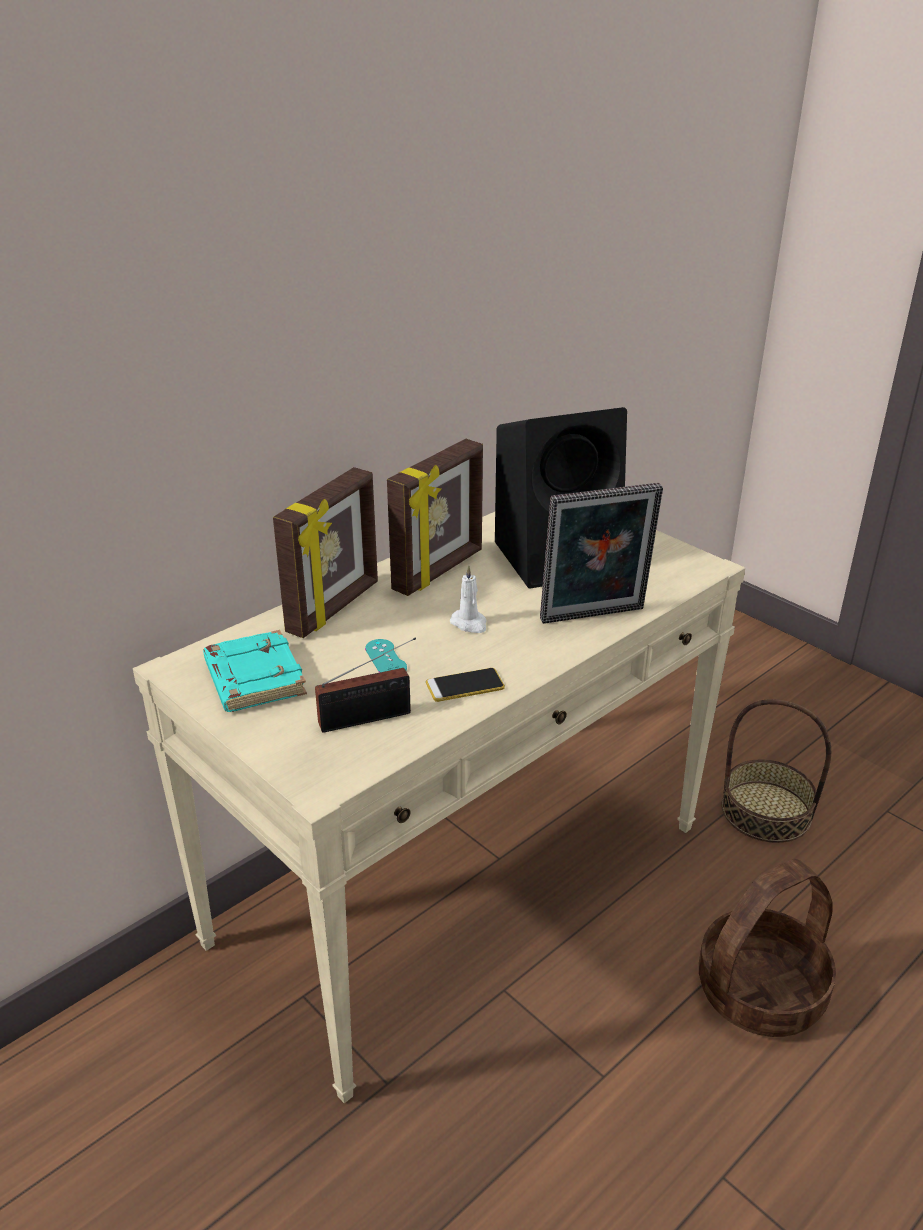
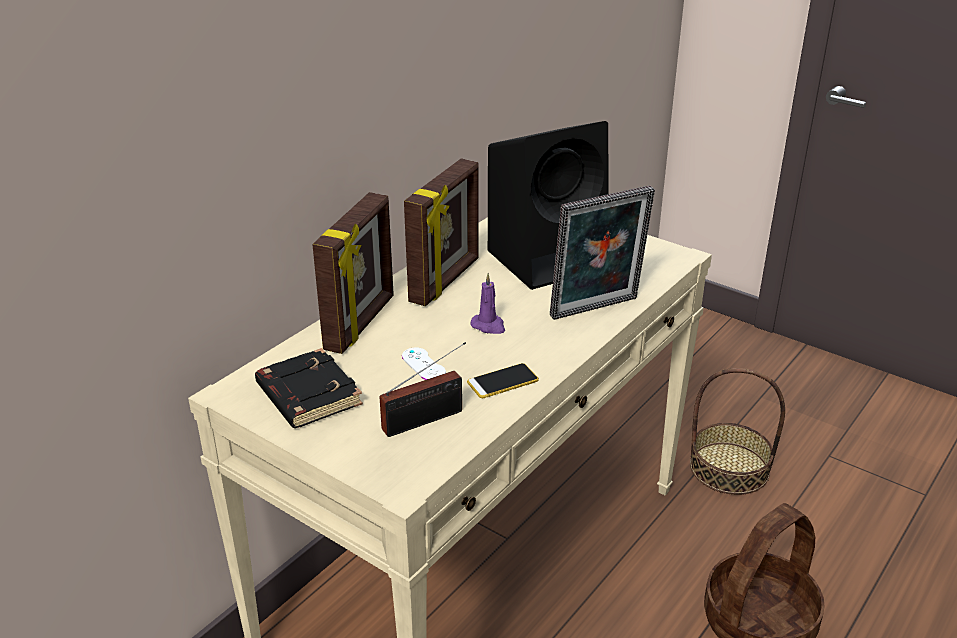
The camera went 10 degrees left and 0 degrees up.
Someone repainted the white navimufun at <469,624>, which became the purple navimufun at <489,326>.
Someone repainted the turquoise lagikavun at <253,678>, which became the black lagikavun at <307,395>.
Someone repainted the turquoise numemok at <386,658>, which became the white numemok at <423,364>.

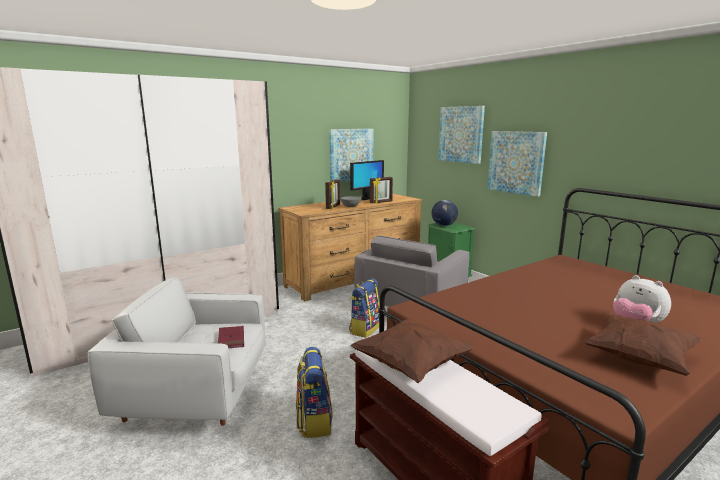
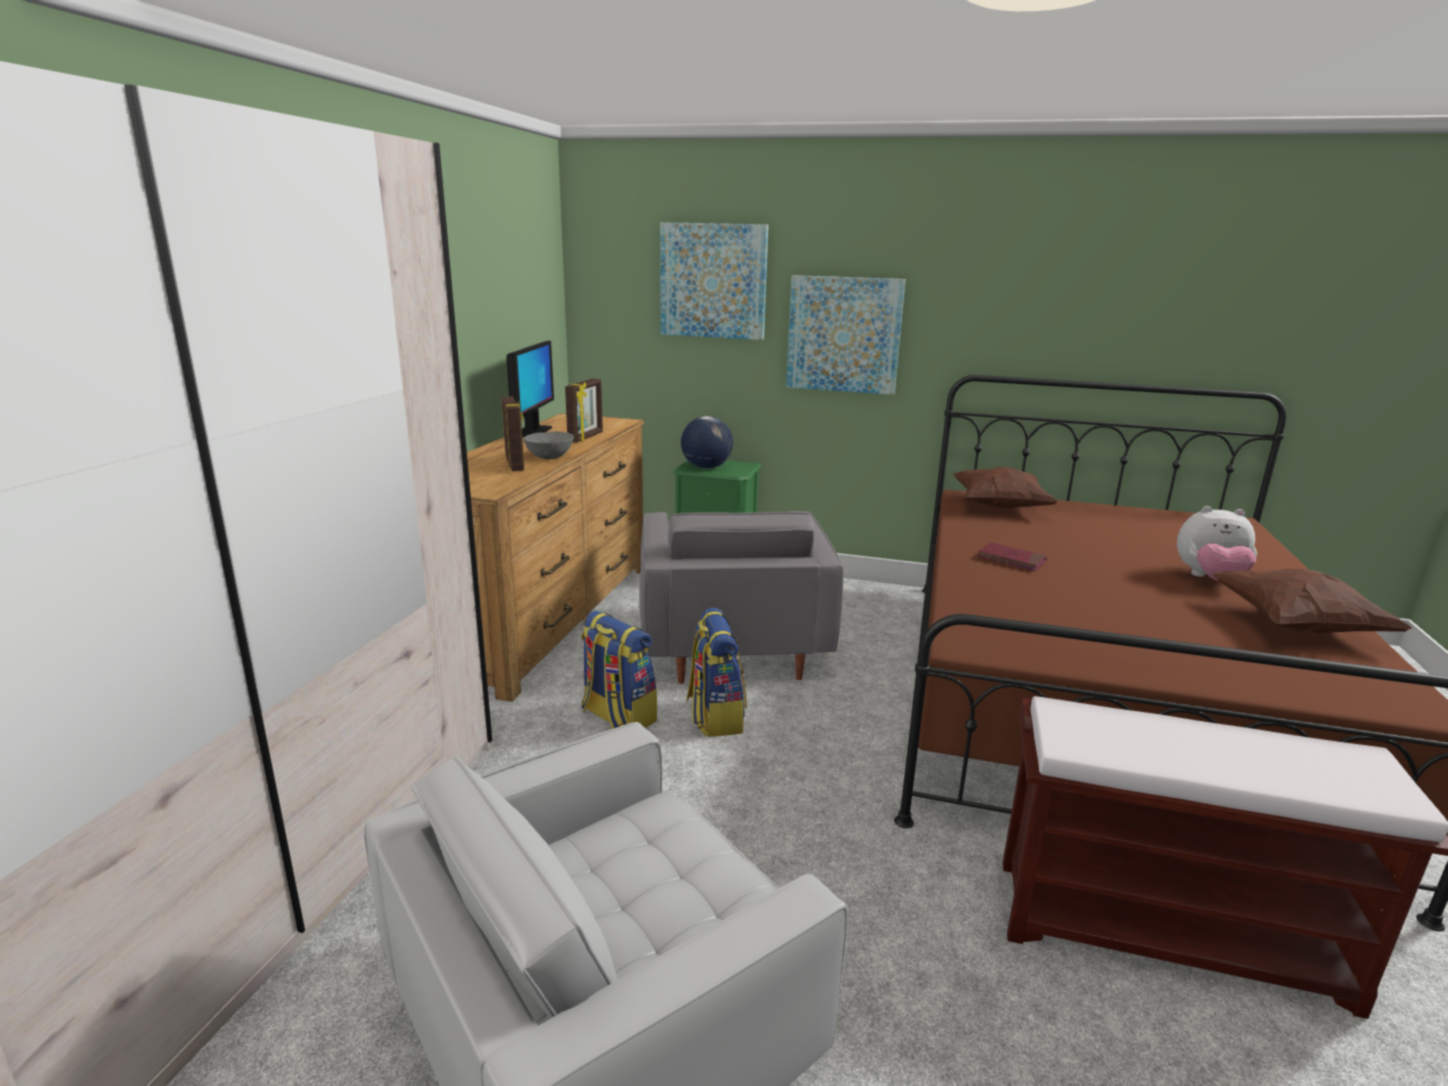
The camera went 40 degrees left and 5 degrees up.
Someone took away the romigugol at <351,155>.
Someone carried the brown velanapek from <411,365> to <999,506>.
Someone carried the red lagikavun from <231,339> to <1011,560>.
Someone carried the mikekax from <314,421> to <617,717>.

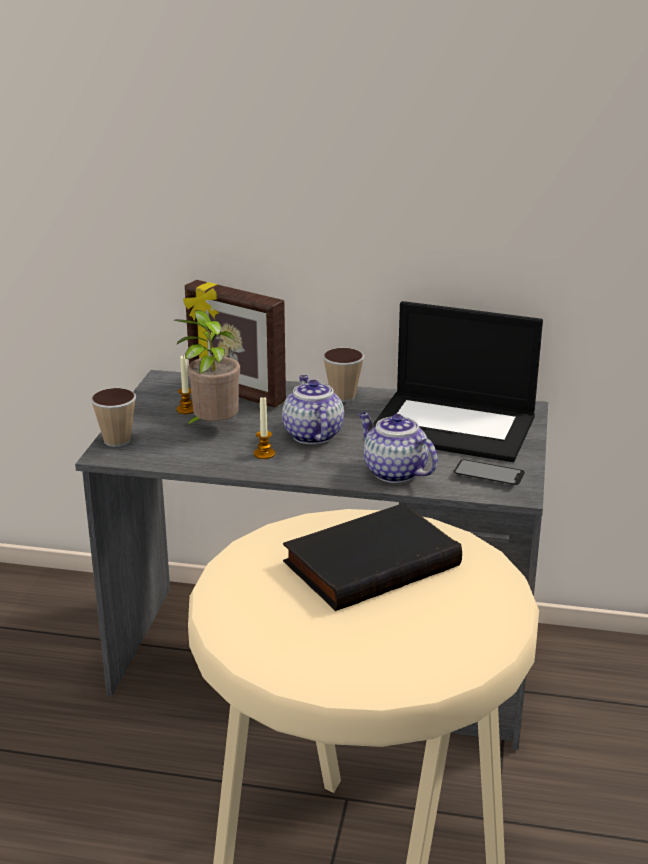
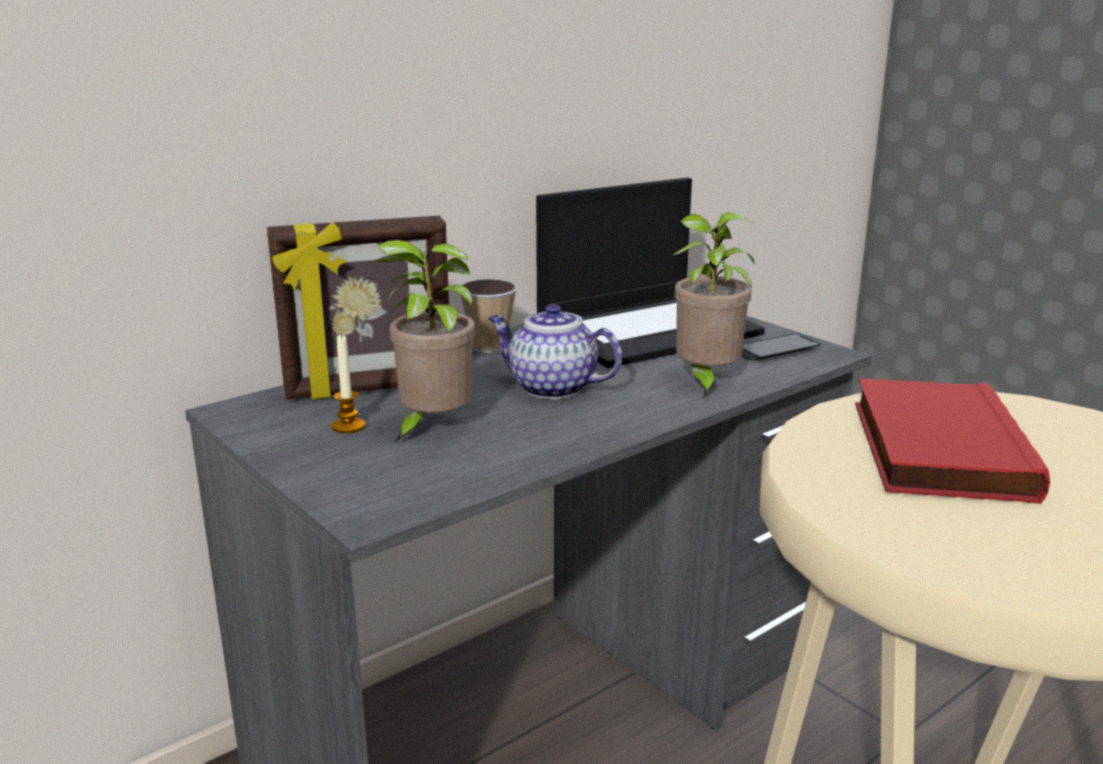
The camera went 50 degrees left and 5 degrees down.
Someone took away the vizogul at <117,440>.
Someone took away the navimufun at <264,454>.
Someone swapped the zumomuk at <393,472> for the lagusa at <705,382>.
Someone repainted the black lagikavun at <370,562>, which became the red lagikavun at <934,449>.

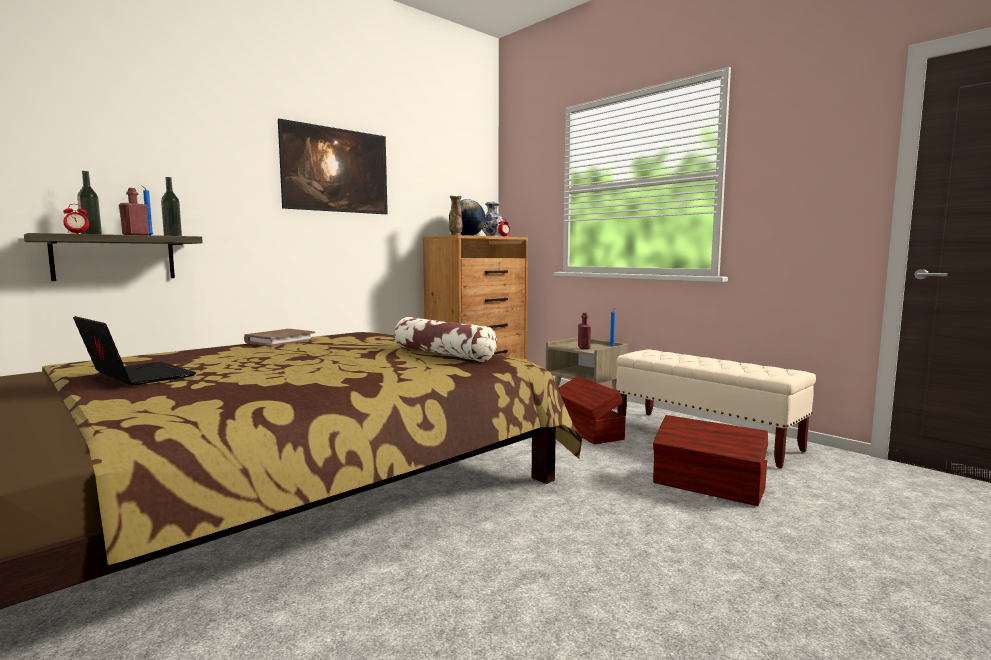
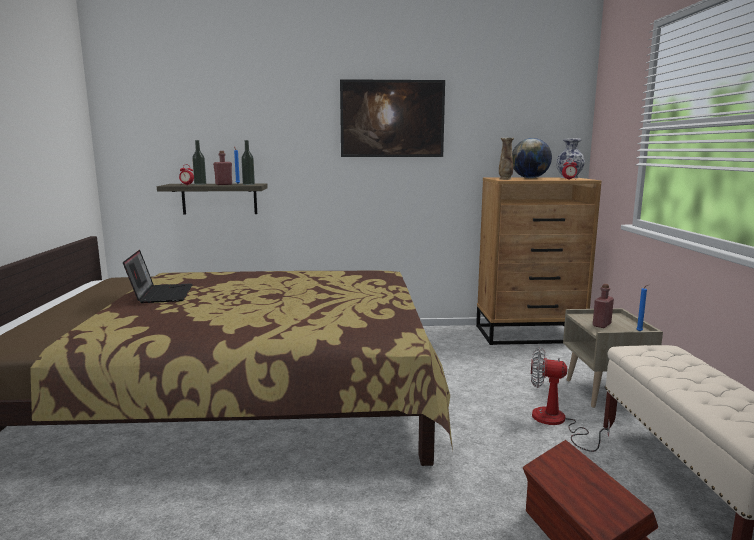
The camera went 40 degrees right and 5 degrees up.
Someone took away the velanapek at <443,354>.
Someone took away the brown lagikavun at <280,341>.
Someone swapped the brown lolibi at <587,431> for the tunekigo at <556,423>.

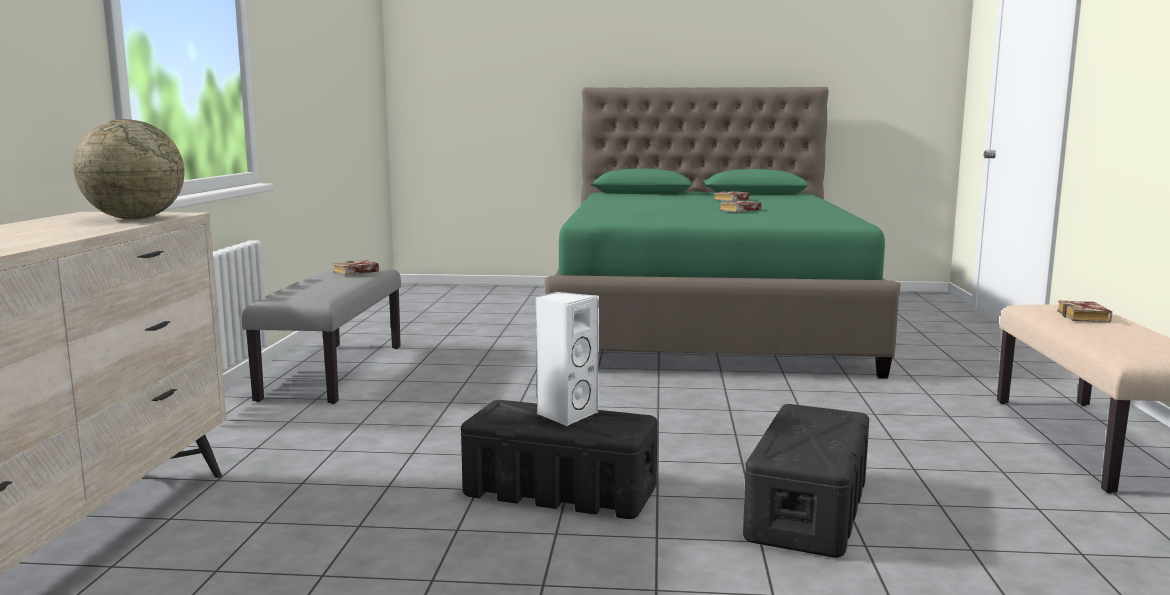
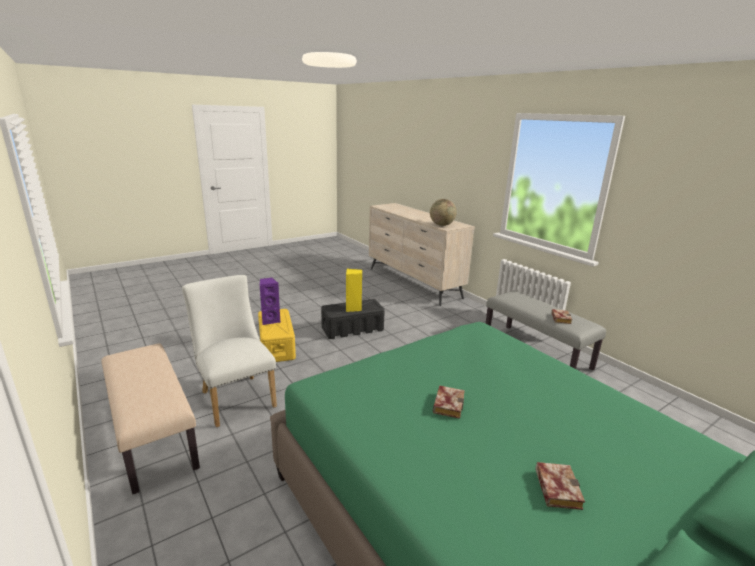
The camera went 140 degrees right and 10 degrees up.
Someone repainted the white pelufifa at <566,414>, which became the yellow pelufifa at <353,308>.
Someone took away the lagikavun at <1085,317>.
Someone repainted the black lolibi at <808,509>, which became the yellow lolibi at <277,346>.
Someone put down the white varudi at <235,396>.
Someone put down the purple pelufifa at <270,320>.

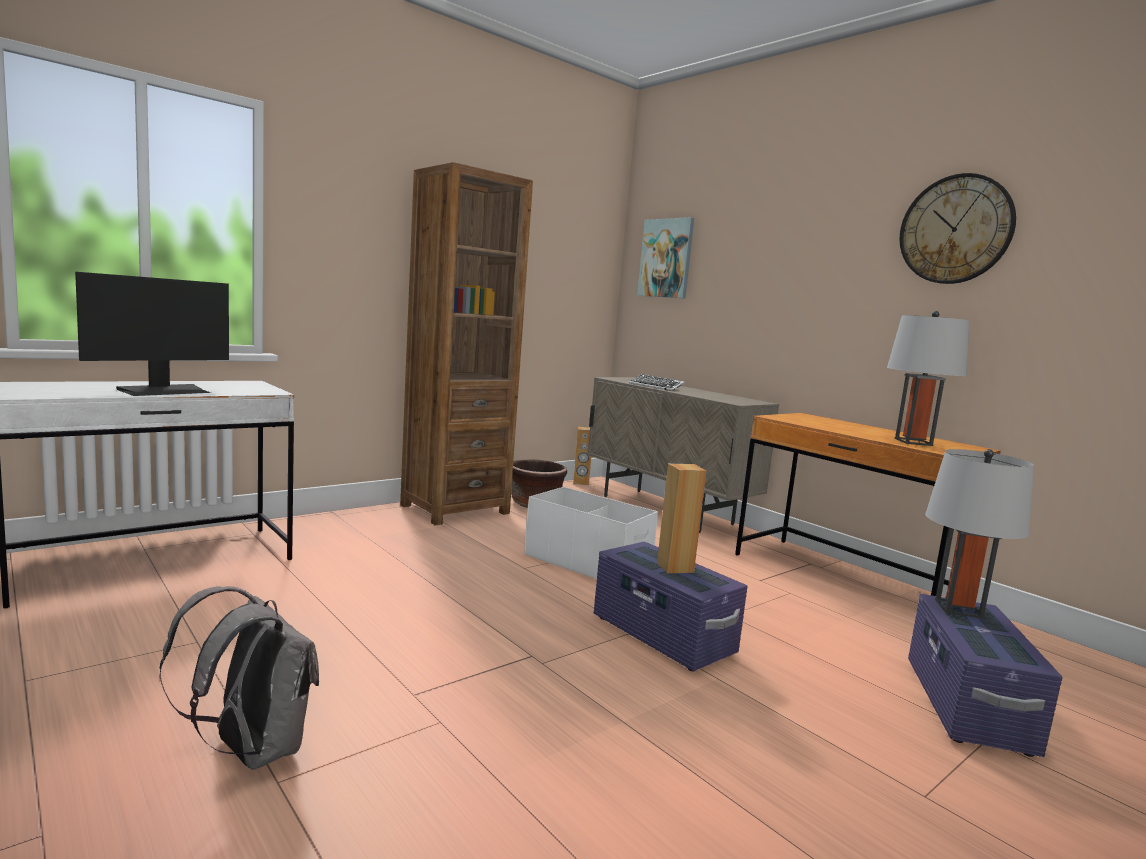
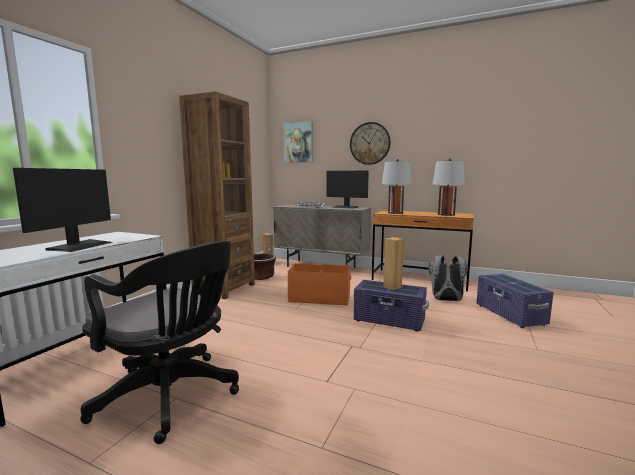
The camera went 25 degrees left and 0 degrees up.
Someone carried the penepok from <955,229> to <370,143>.
Someone carried the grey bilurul from <958,608> to <395,213>.
Someone repainted the white lolibi at <587,562>, which became the orange lolibi at <319,298>.
Someone carried the grey mikekax from <251,750> to <446,300>.
Someone put down the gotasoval at <345,207>.
Someone put down the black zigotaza at <172,397>.

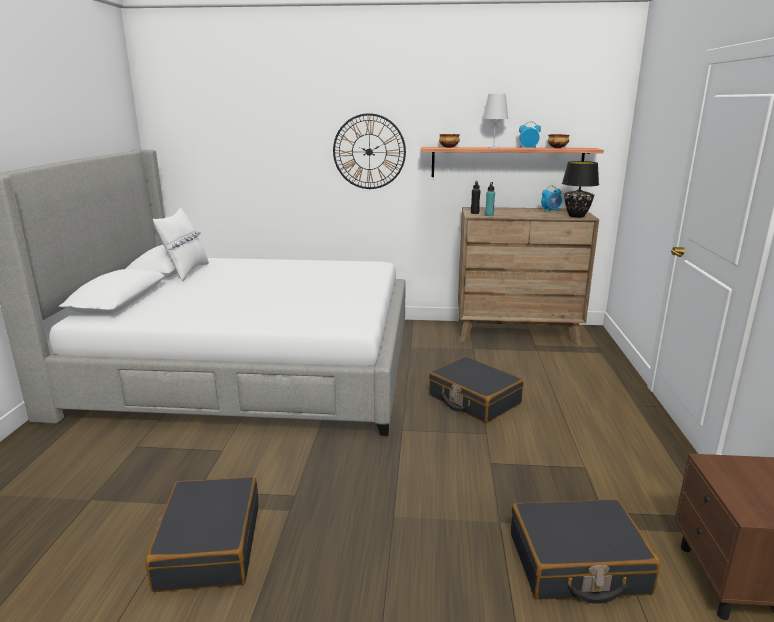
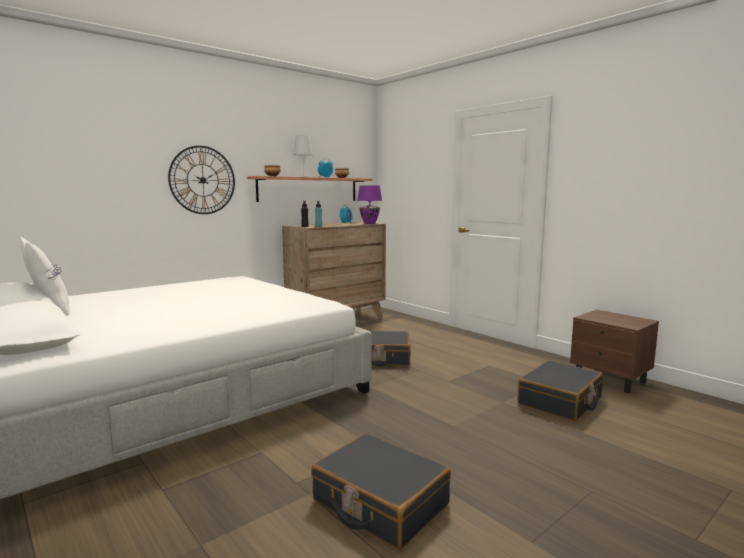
The camera went 45 degrees left and 10 degrees down.
Someone repainted the black bilurul at <576,216>, which became the purple bilurul at <369,223>.

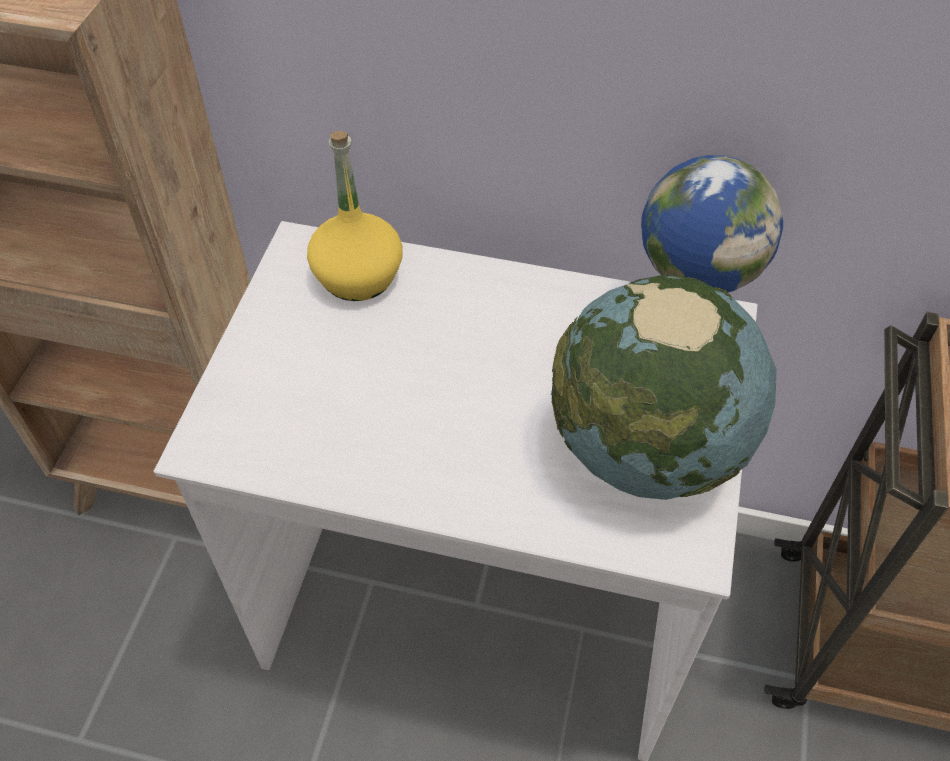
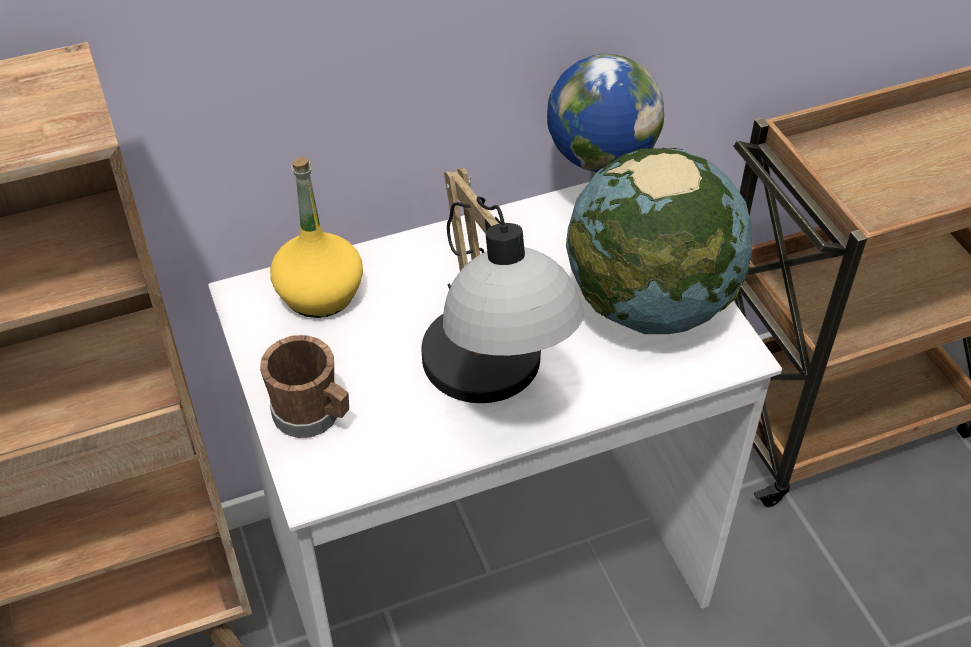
The camera went 35 degrees left and 5 degrees down.
Someone put down the bilurul at <493,382>.
Someone put down the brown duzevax at <313,415>.

